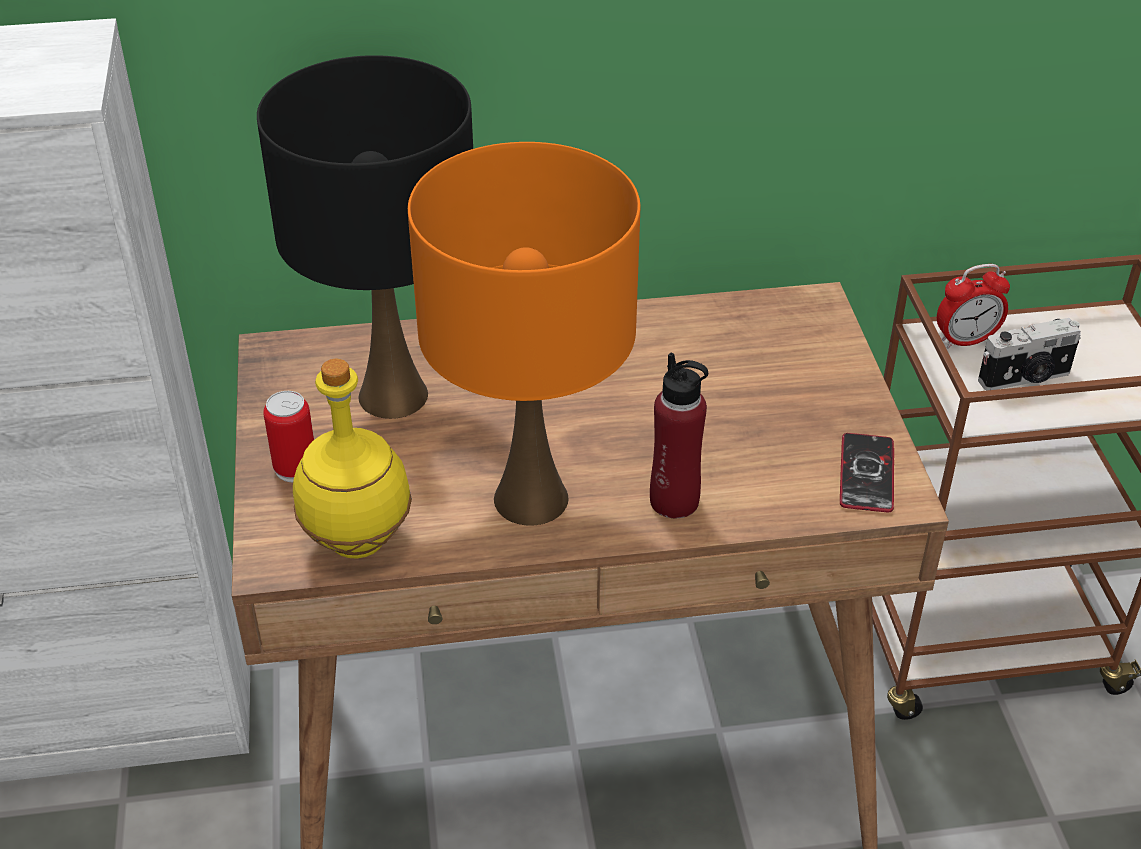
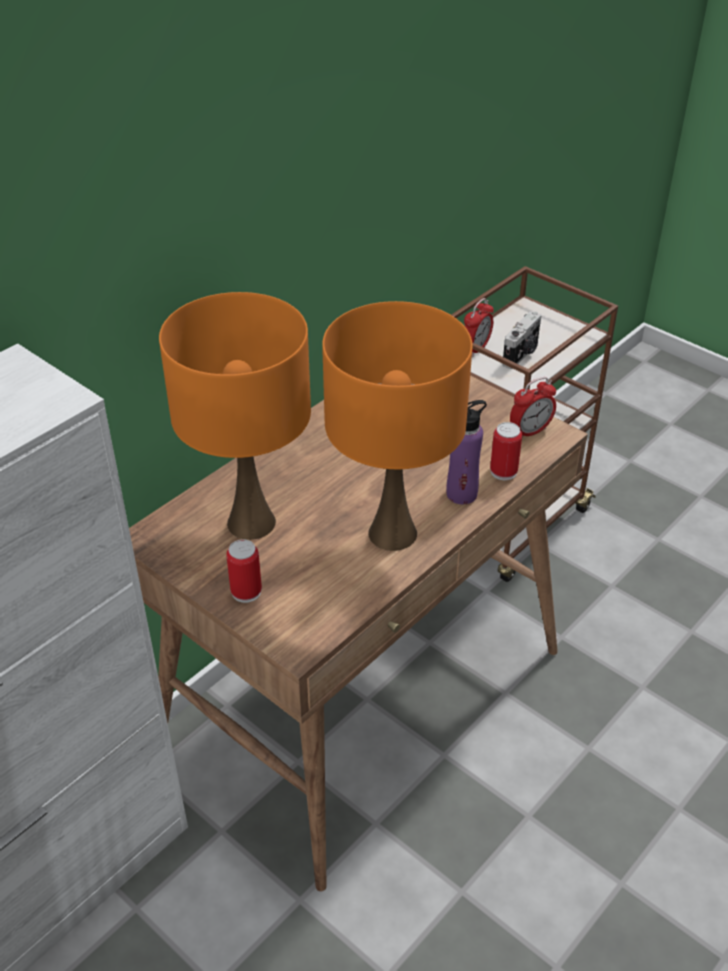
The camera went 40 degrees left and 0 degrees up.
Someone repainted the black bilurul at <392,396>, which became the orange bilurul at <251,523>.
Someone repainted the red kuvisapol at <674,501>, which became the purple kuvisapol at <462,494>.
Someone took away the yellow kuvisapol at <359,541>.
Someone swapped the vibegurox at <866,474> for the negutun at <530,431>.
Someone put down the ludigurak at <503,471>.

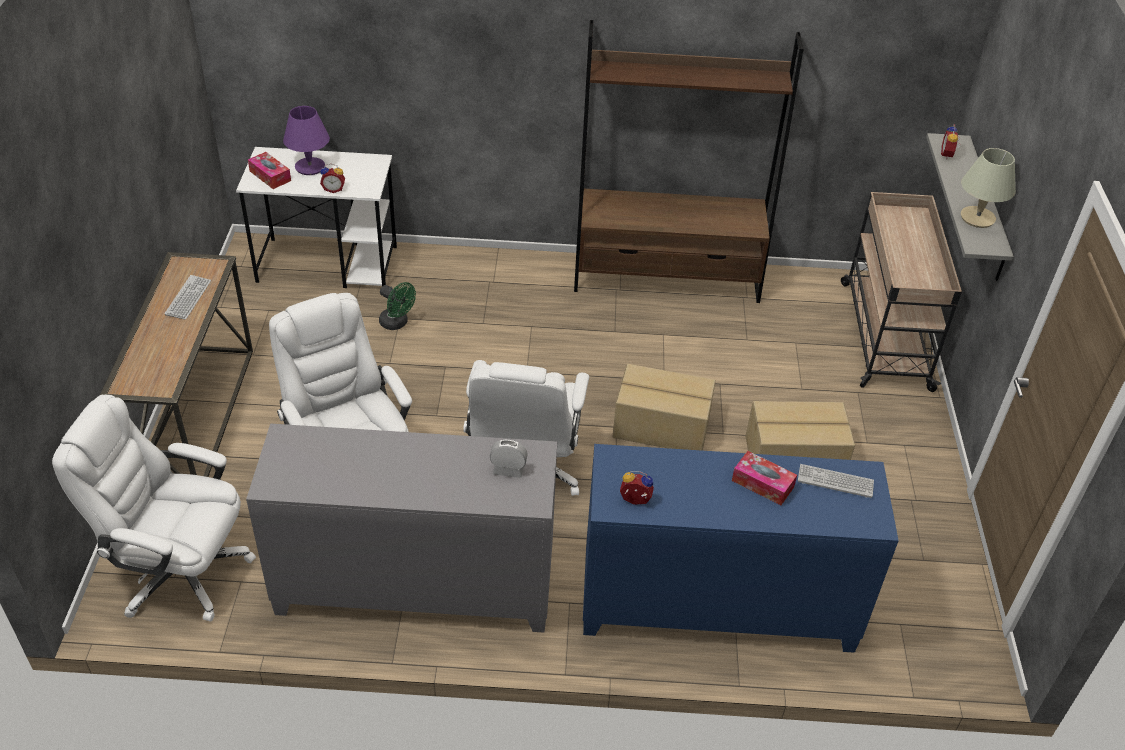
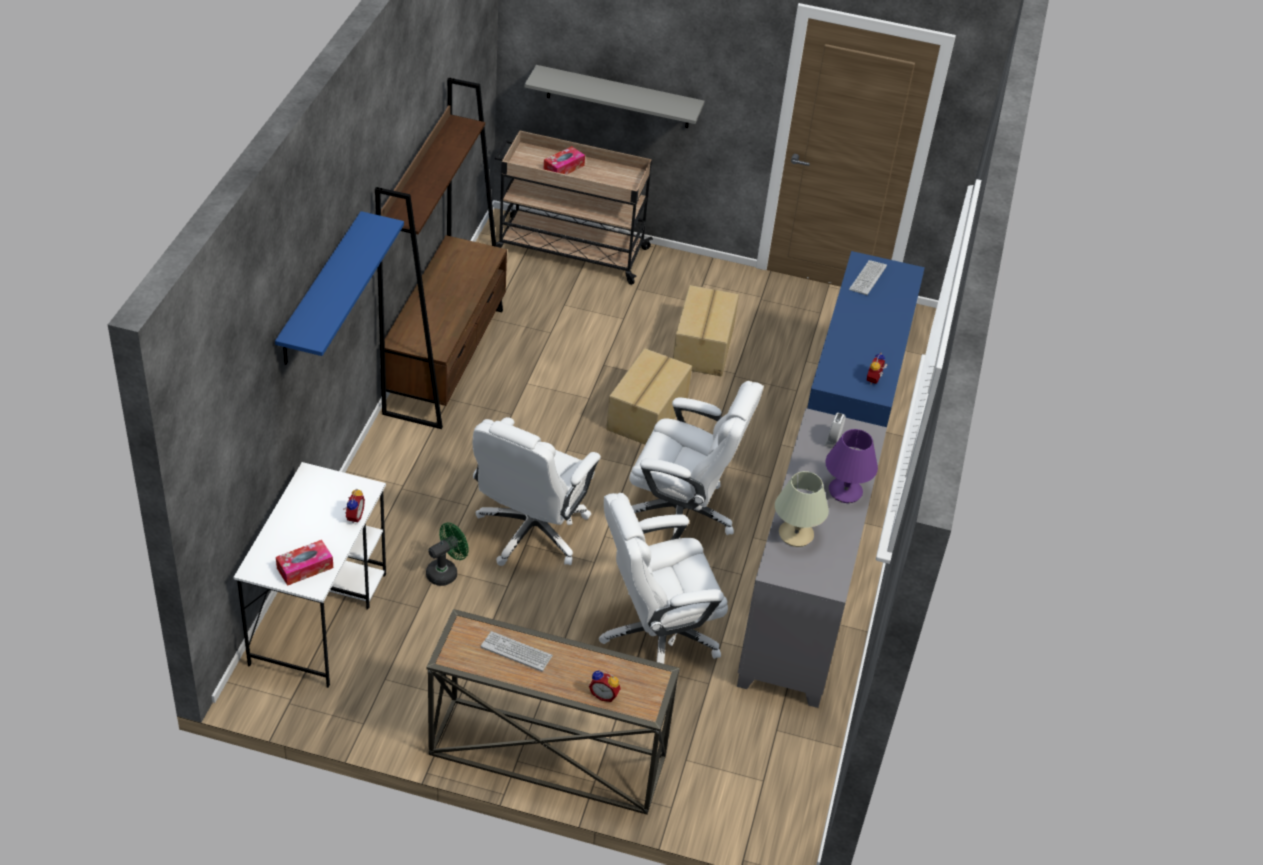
The camera went 80 degrees left and 0 degrees up.
Someone carried the purple bilurul from <310,167> to <845,491>.
Someone carried the negutun from <948,155> to <604,694>.
Someone carried the beige bilurul from <977,217> to <795,534>.
Someone carried the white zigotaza from <180,571> to <531,532>.
Someone carried the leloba from <762,484> to <564,168>.
Someone put up the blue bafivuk at <320,290>.

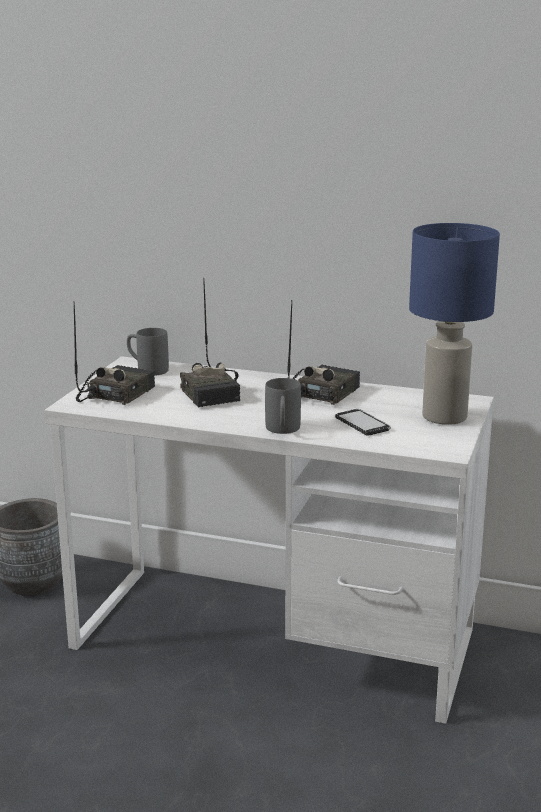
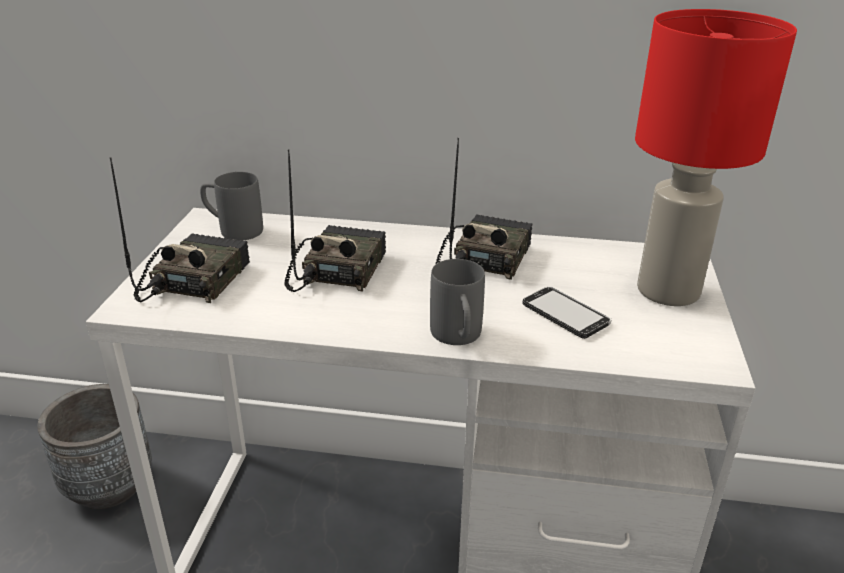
The camera went 10 degrees left and 10 degrees up.
Someone repainted the blue bilurul at <443,417>, which became the red bilurul at <667,292>.
Someone rotated the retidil at <214,394> by 135 degrees counterclockwise.

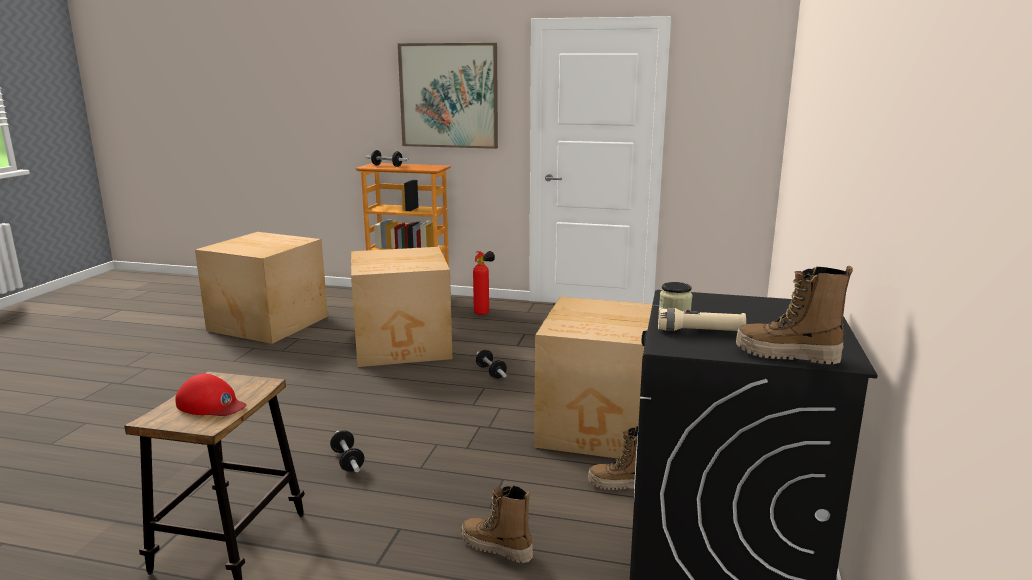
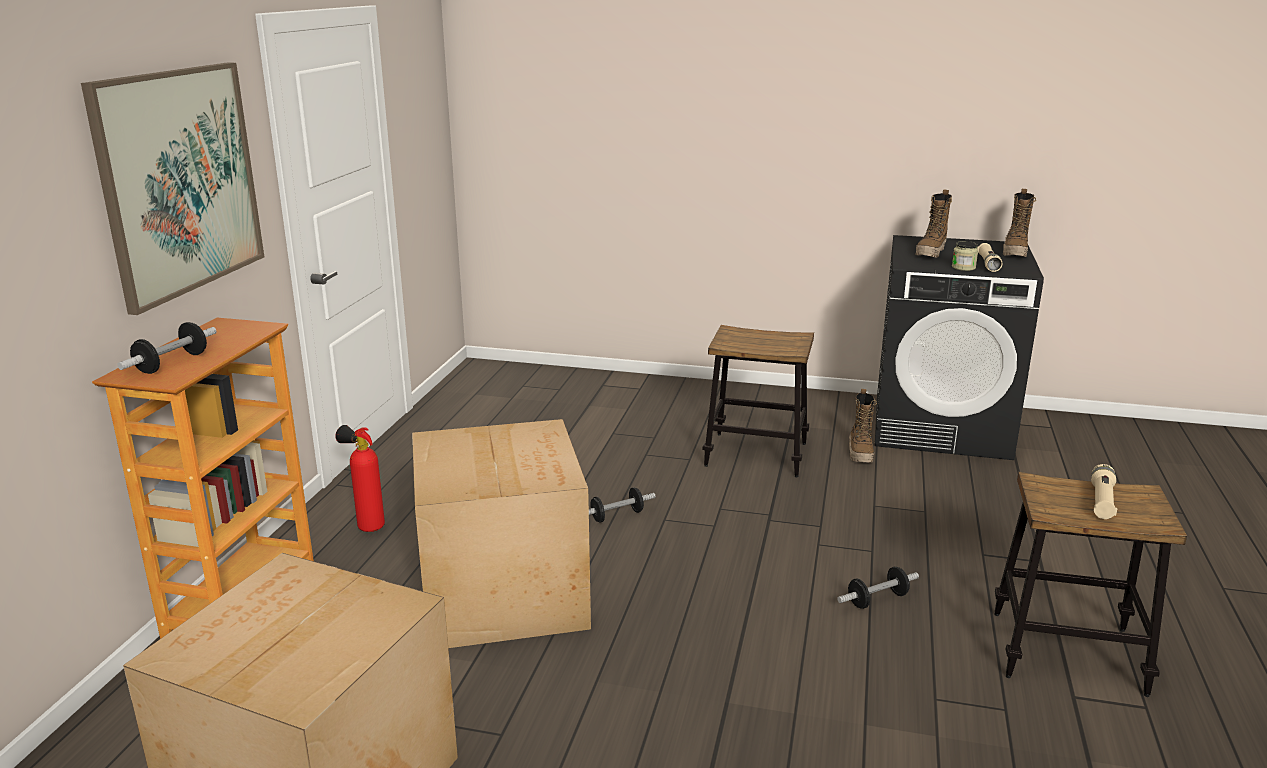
The camera went 90 degrees left and 5 degrees up.
Someone swapped the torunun at <604,427> for the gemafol at <756,455>.
Someone swapped the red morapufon at <211,404> for the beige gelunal at <1101,501>.
Someone carried the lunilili from <496,548> to <931,253>.

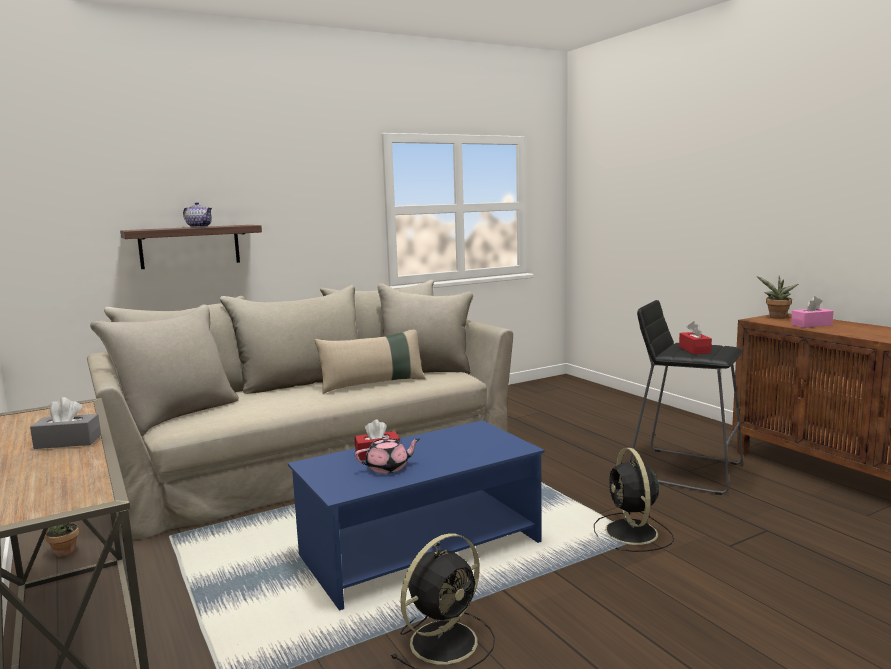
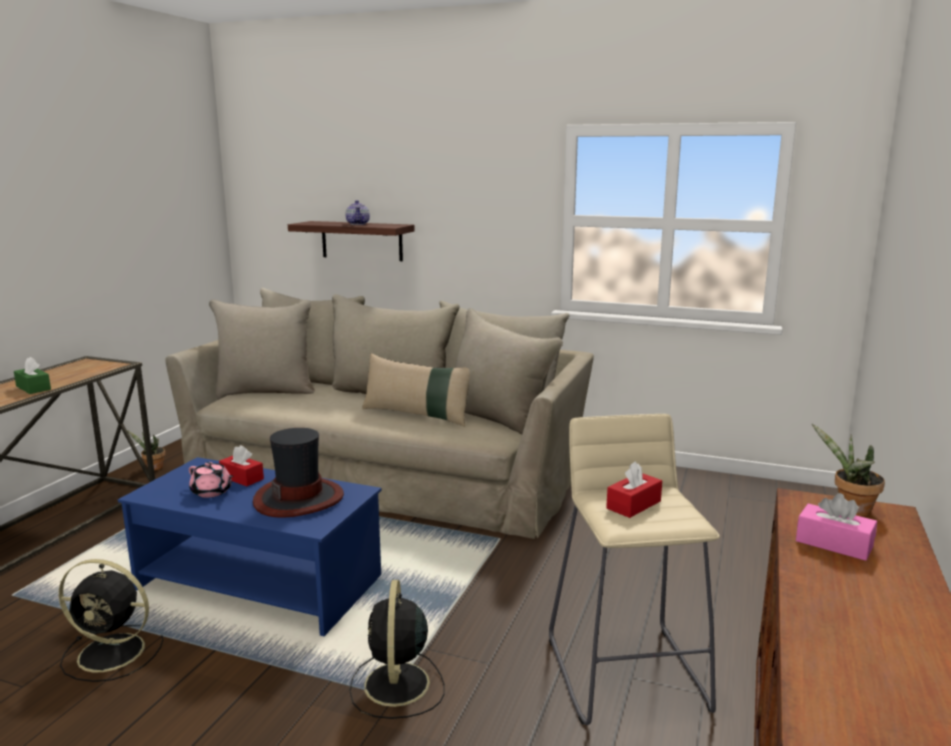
The camera went 50 degrees right and 5 degrees up.
Someone repainted the black gemafol at <684,470>, which became the beige gemafol at <627,672>.
Someone repainted the grey leloba at <68,442>, which became the green leloba at <33,388>.
Someone rotated the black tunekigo at <632,533> by 45 degrees counterclockwise.
Someone put down the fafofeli at <299,498>.

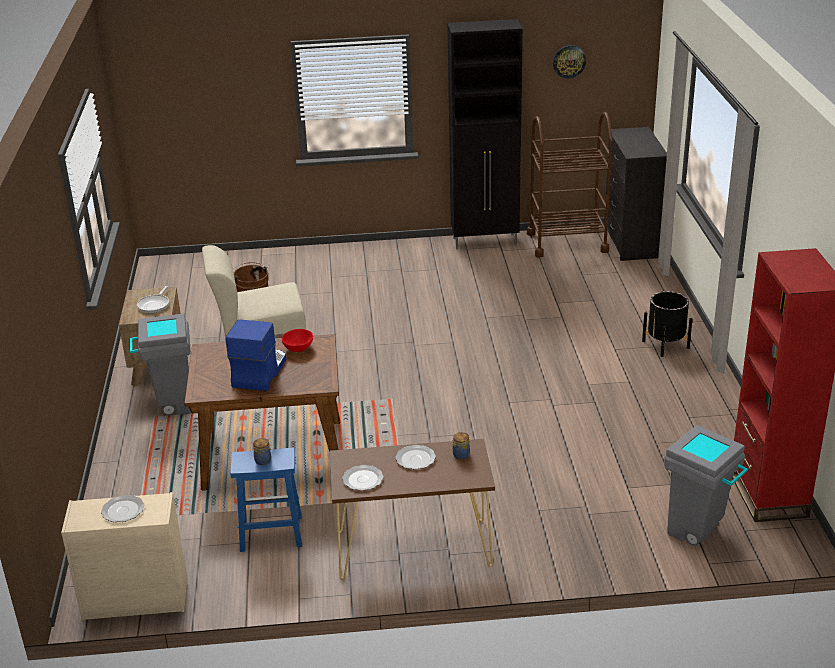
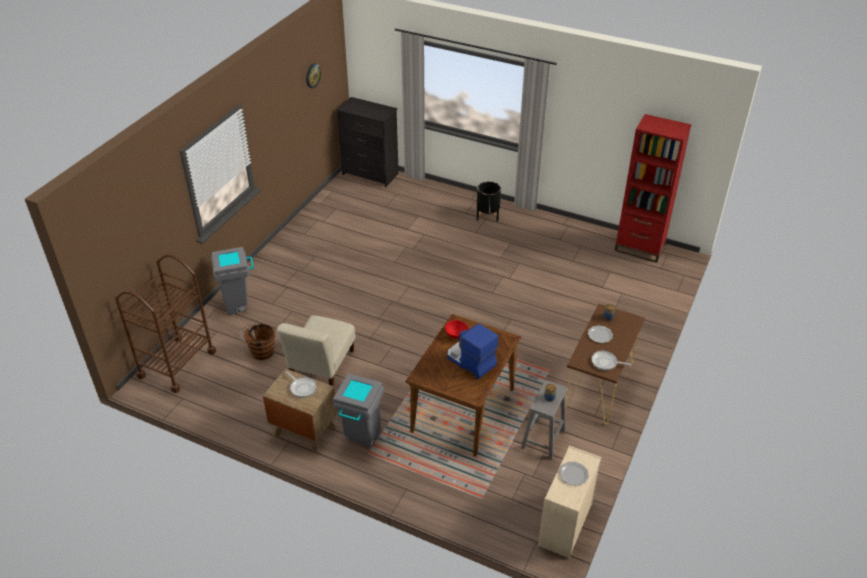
The camera went 60 degrees left and 10 degrees up.
Someone took away the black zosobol at <485,241>.
Someone carried the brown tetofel from <567,242> to <177,364>.
Someone carried the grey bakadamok from <698,534> to <239,305>.
Someone repainted the blue gemafol at <270,533>, which became the grey gemafol at <543,440>.
Someone swapped the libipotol at <362,480> for the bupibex at <606,362>.

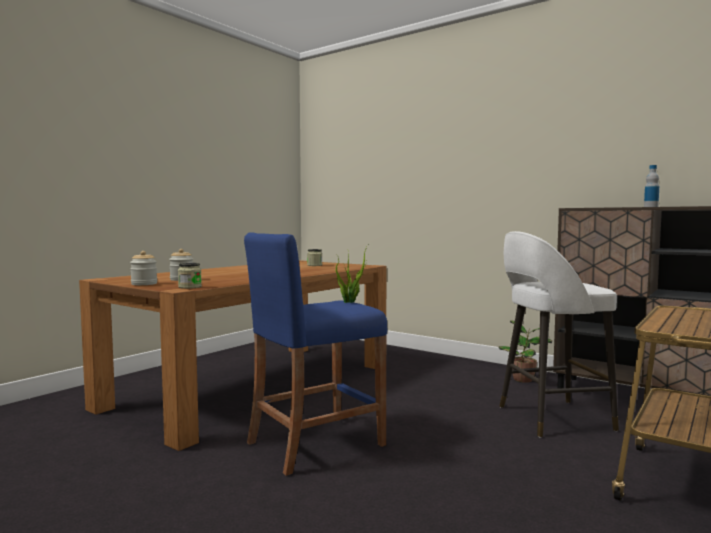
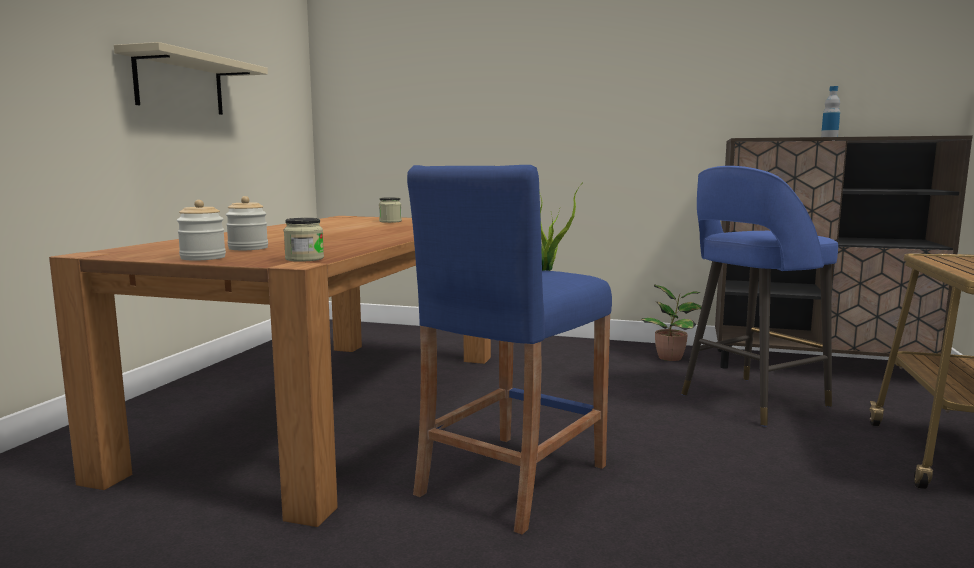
The camera went 20 degrees left and 5 degrees up.
Someone repainted the white gemafol at <551,418>, which became the blue gemafol at <750,401>.
Someone put up the beige bafivuk at <180,84>.

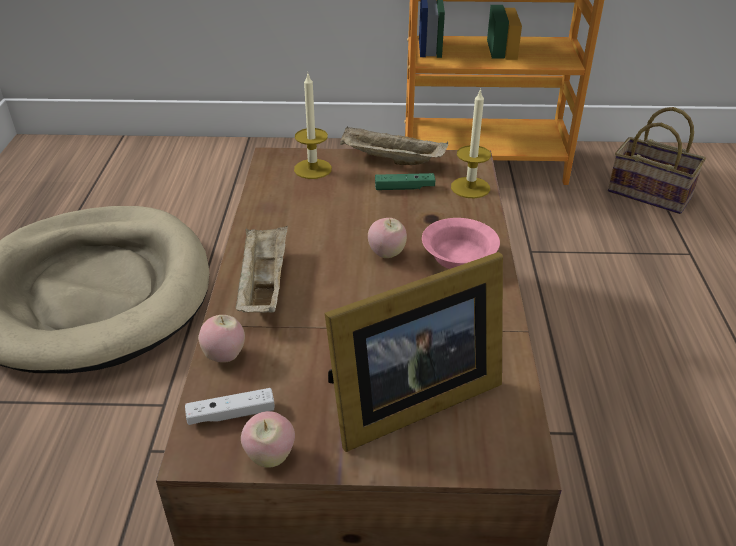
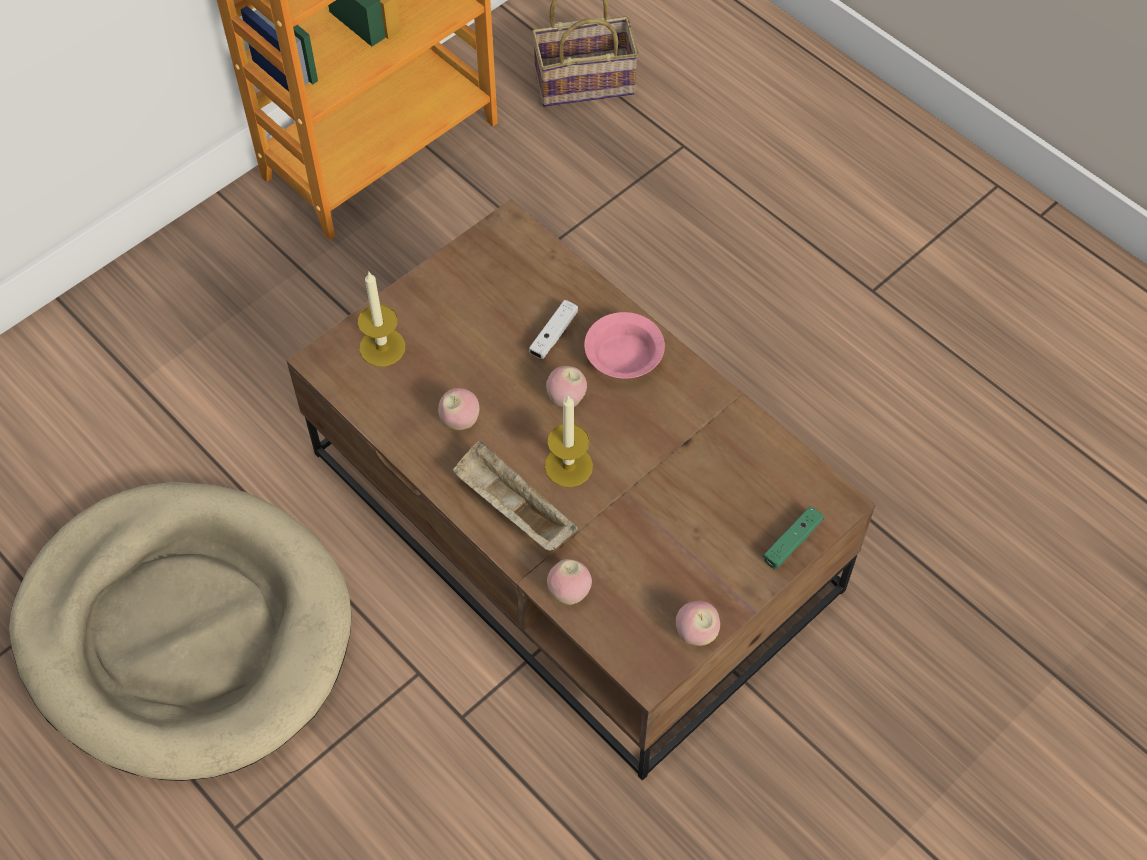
The camera went 45 degrees left and 20 degrees up.
Someone carried the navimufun from <470,187> to <568,466>.
Someone took away the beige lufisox at <390,160>.
Someone carried the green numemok from <404,188> to <792,542>.
Someone took away the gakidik at <407,401>.
Someone carried the white numemok from <231,414> to <553,335>.
Someone put down the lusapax at <460,421>.

